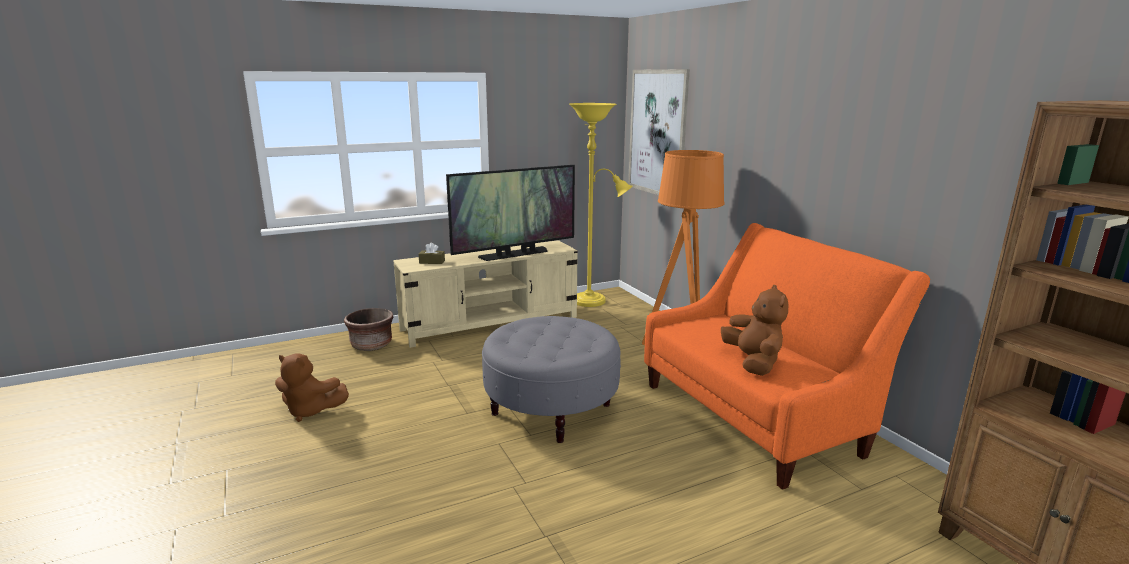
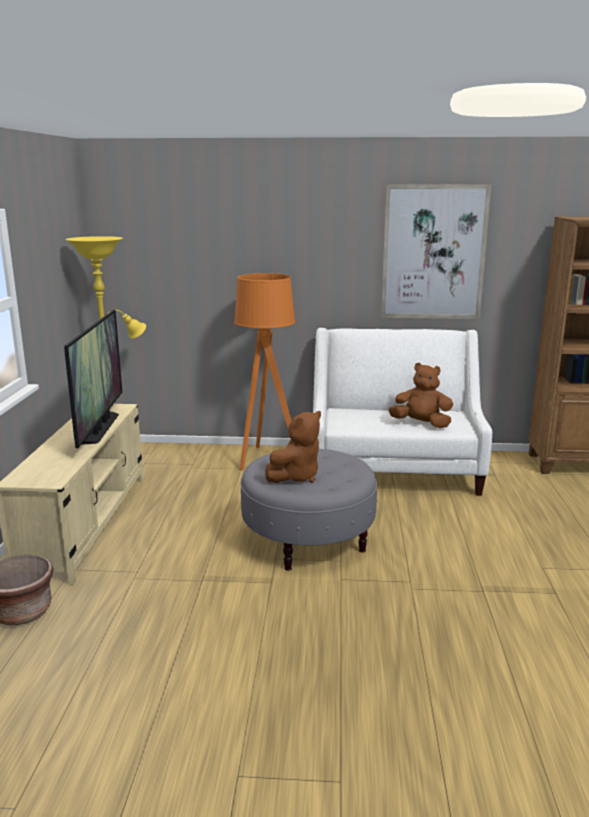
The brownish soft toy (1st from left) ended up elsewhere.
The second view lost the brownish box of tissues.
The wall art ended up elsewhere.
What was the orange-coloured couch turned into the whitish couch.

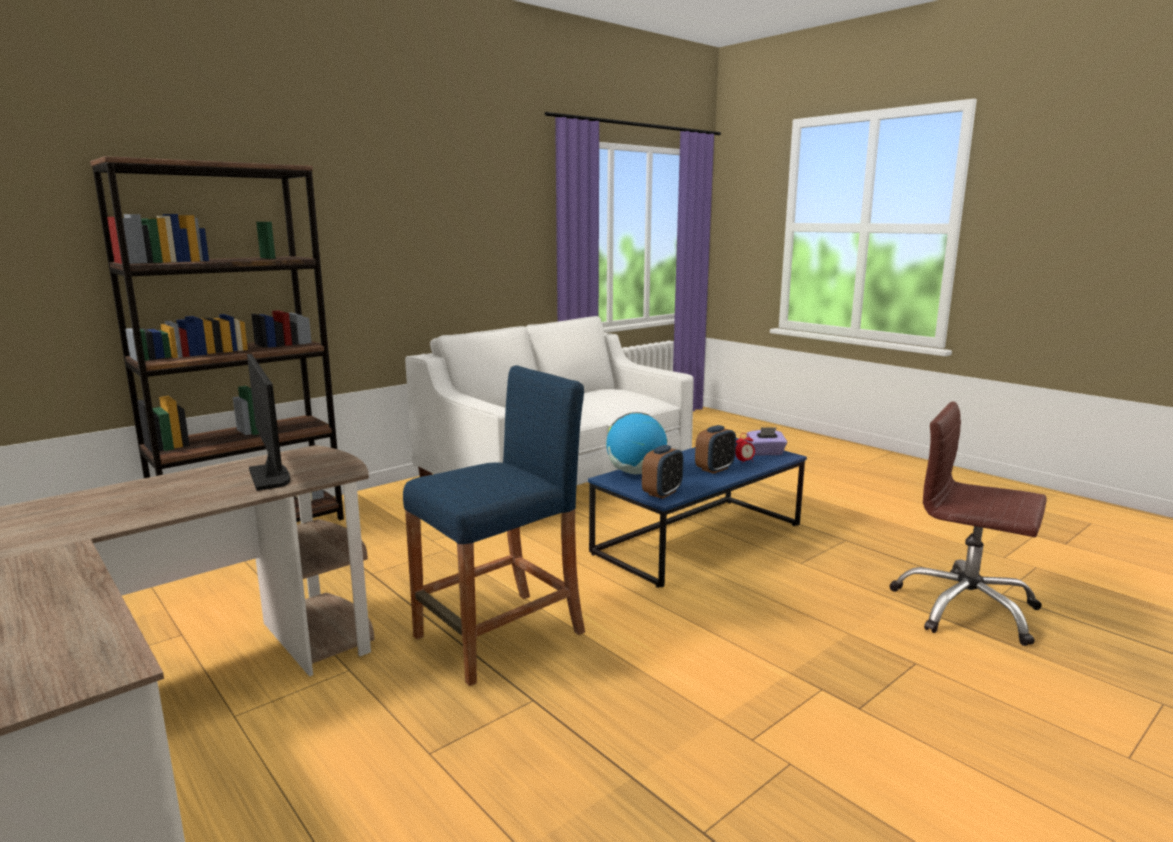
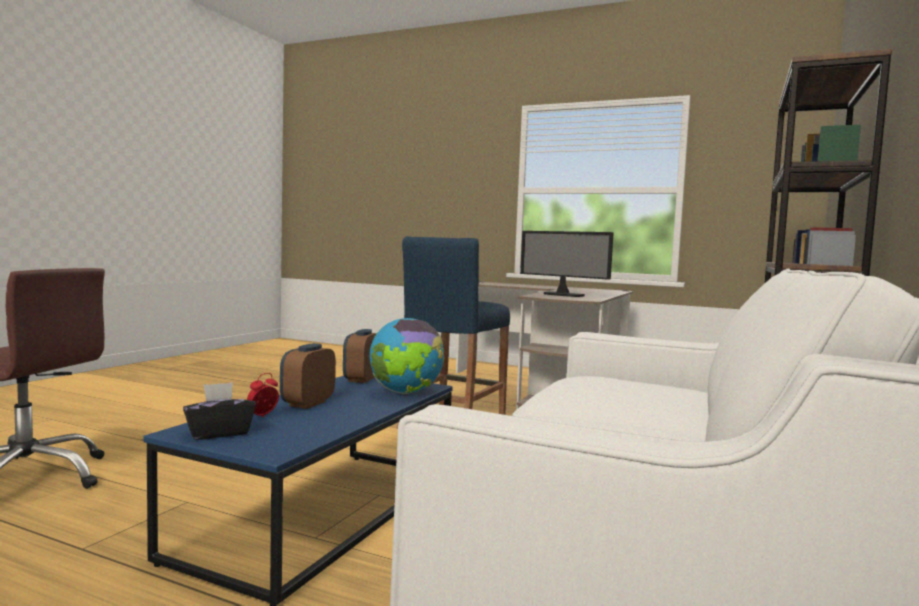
What was the purple box of tissues turned into the blackish box of tissues.

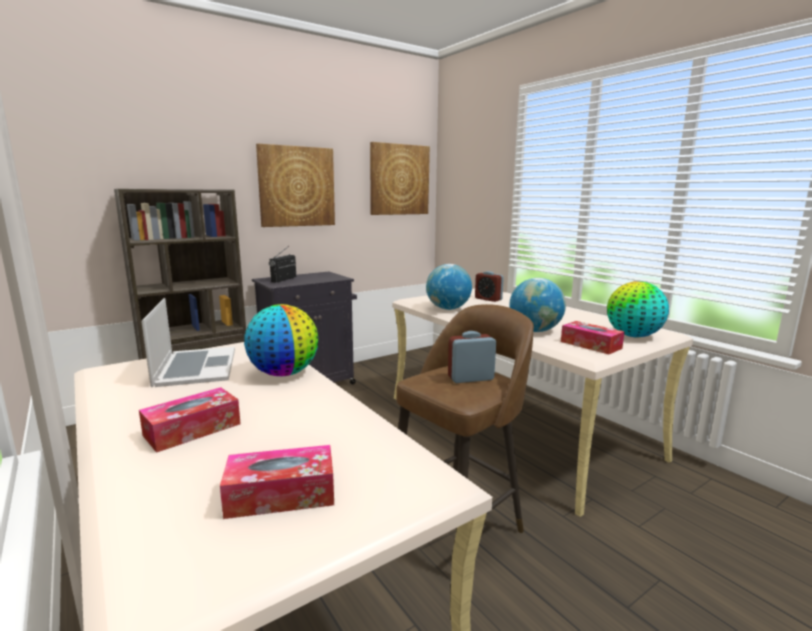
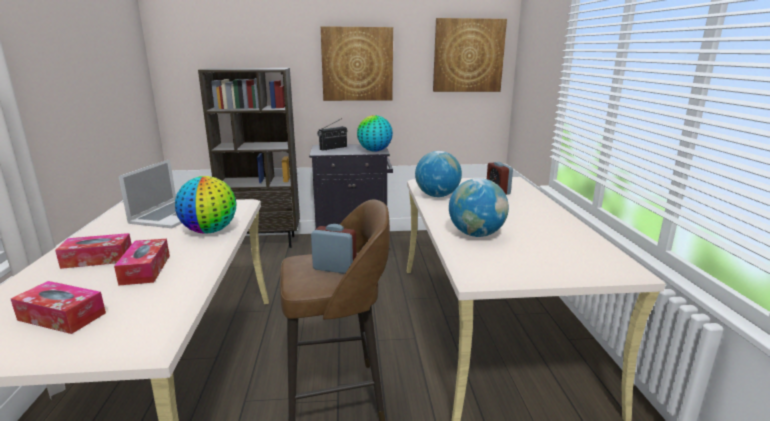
The box of tissues (3rd from left) ended up elsewhere.
The globe (4th from left in the first image) ended up elsewhere.

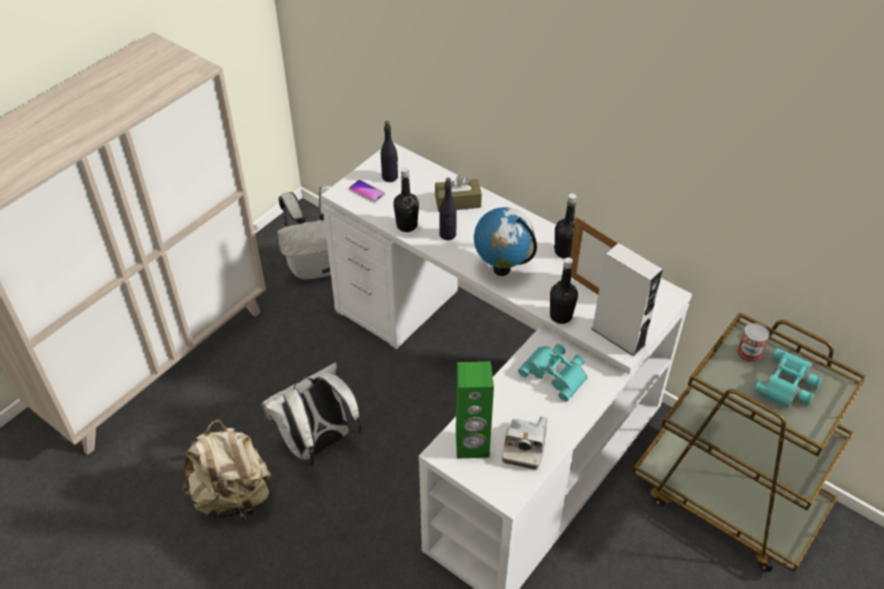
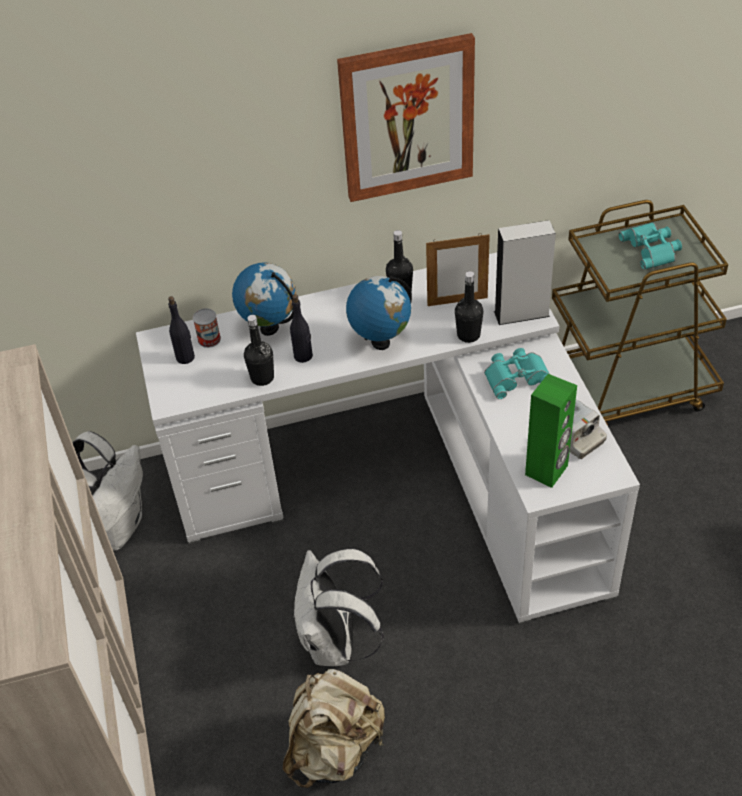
The second view lost the phone.
Where the brownish box of tissues stood, the globe (1st from left) came to stand.
The can ended up elsewhere.
The second view gained the wall art.

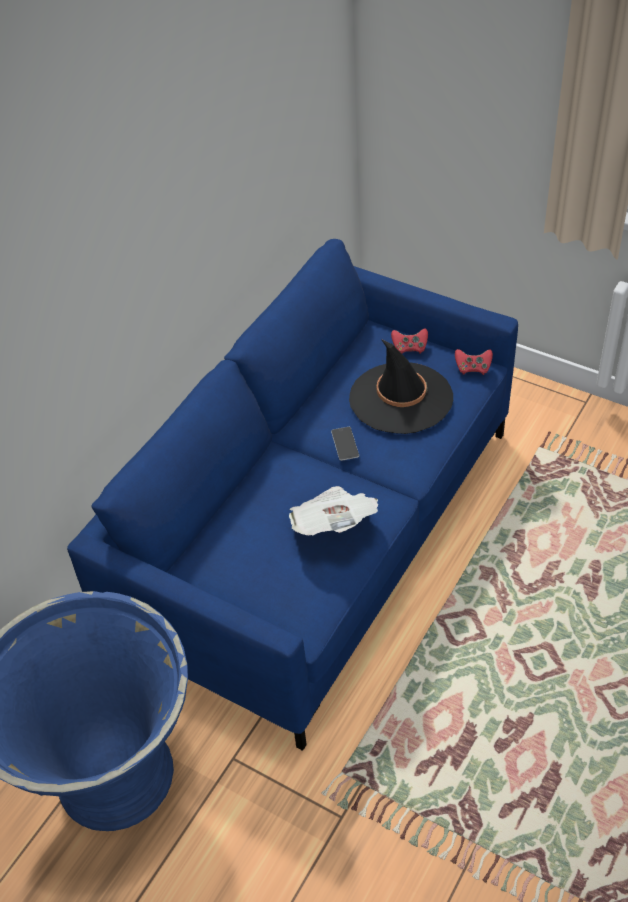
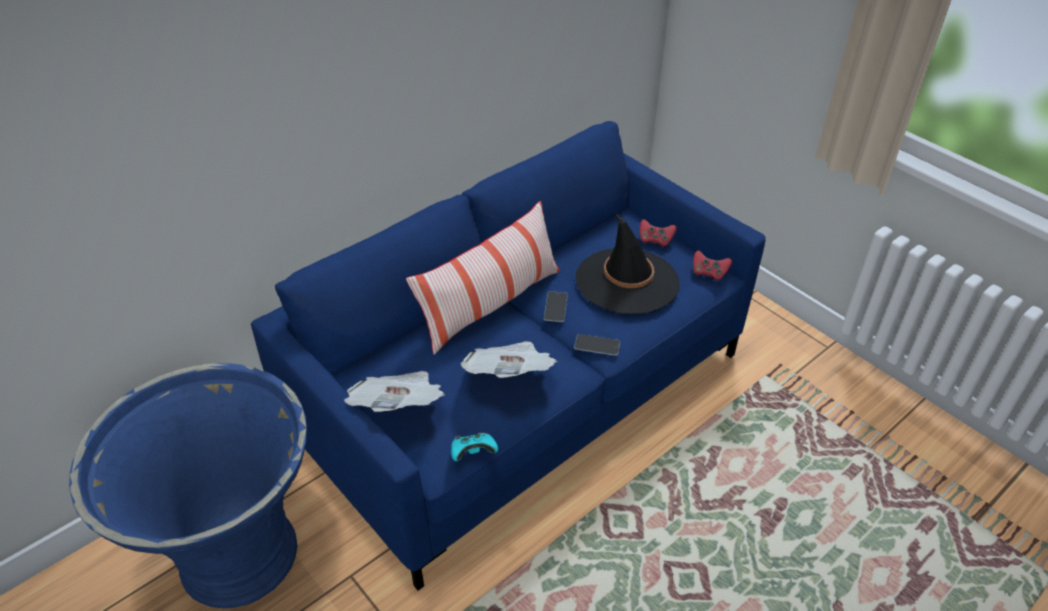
The second view gained the printed paper (1st from left).
The second view gained the pillow.
The second view gained the turquoise-coloured joypad.
The second view gained the phone (2nd from left).

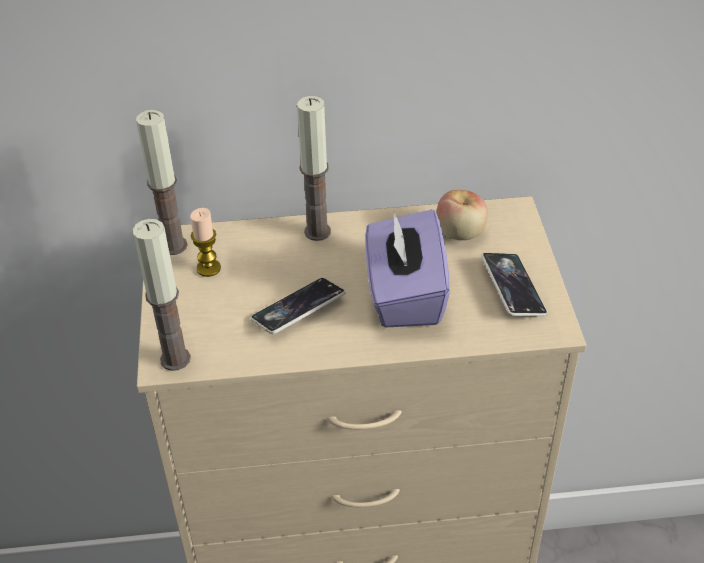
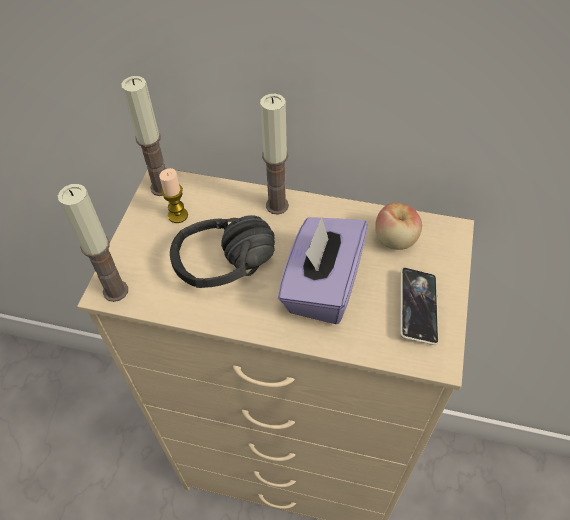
Where the phone (1st from left) stood, the blackish headset came to stand.

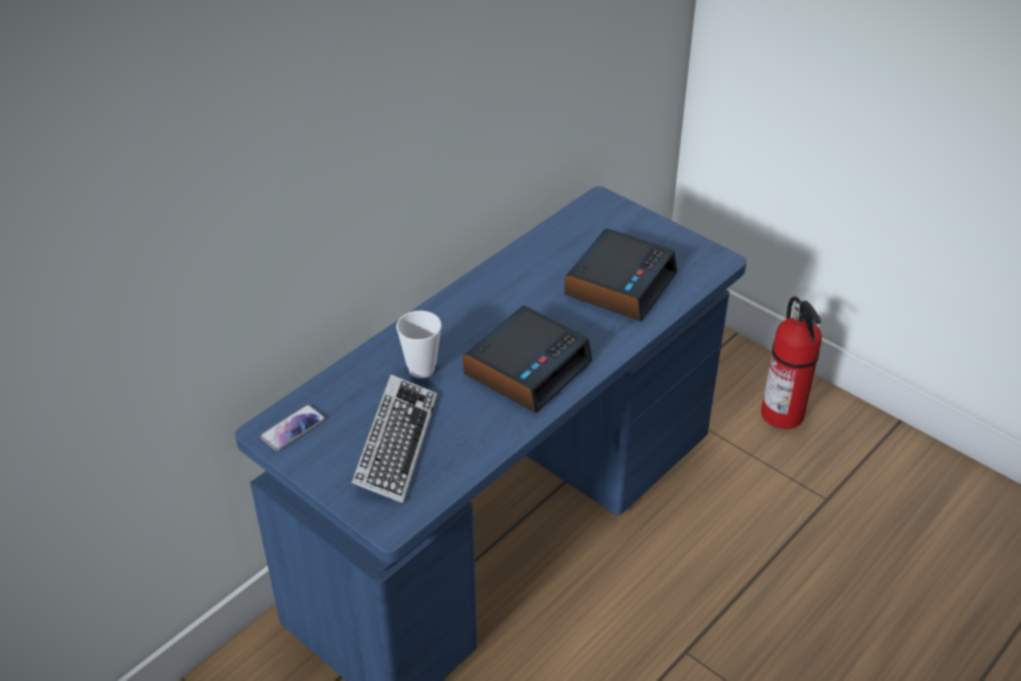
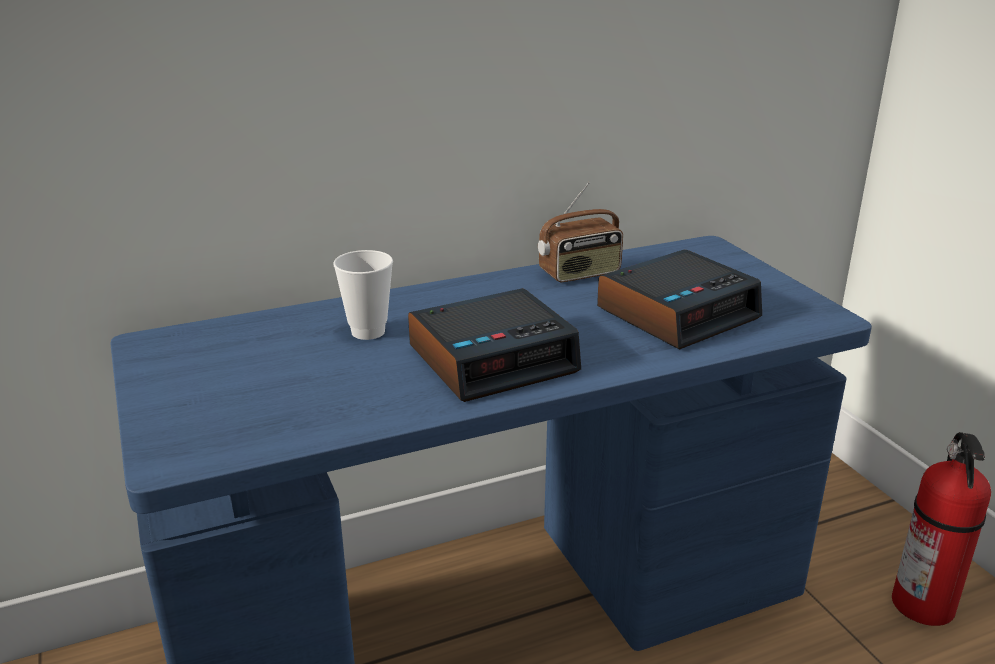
The second view lost the phone.
The second view lost the PC keyboard.
The second view gained the radio.

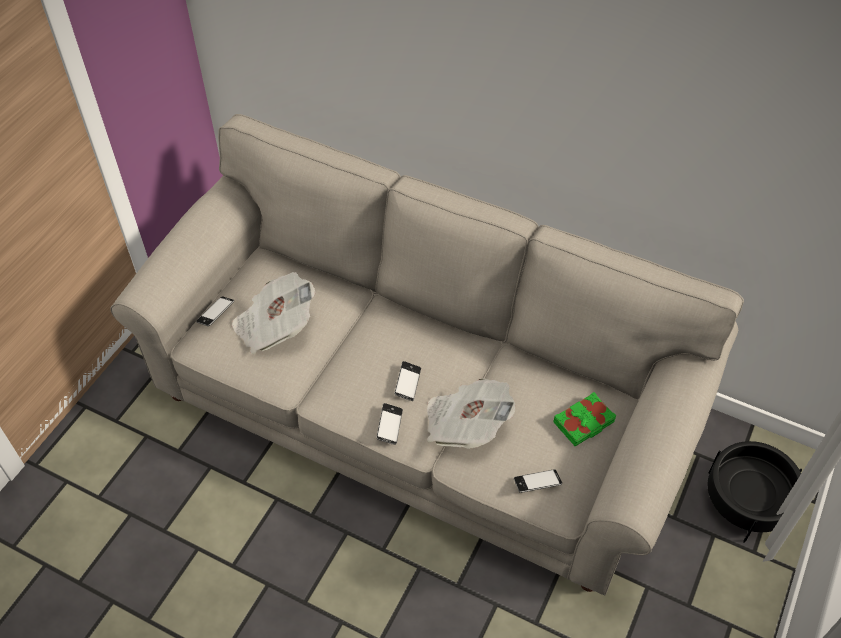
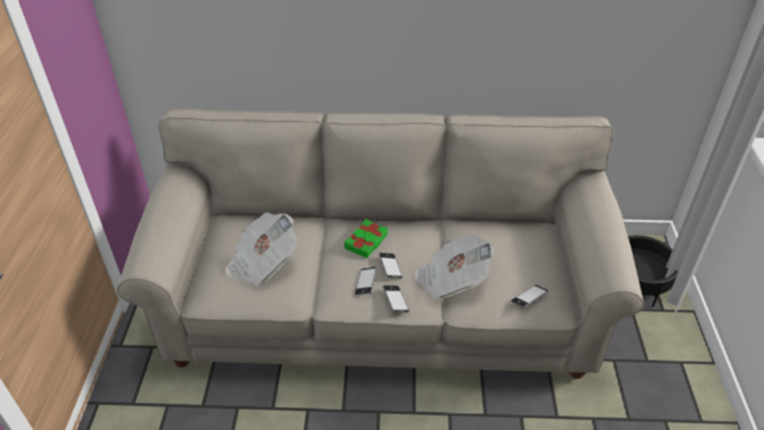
The phone (1st from left) ended up elsewhere.
The green bound book ended up elsewhere.

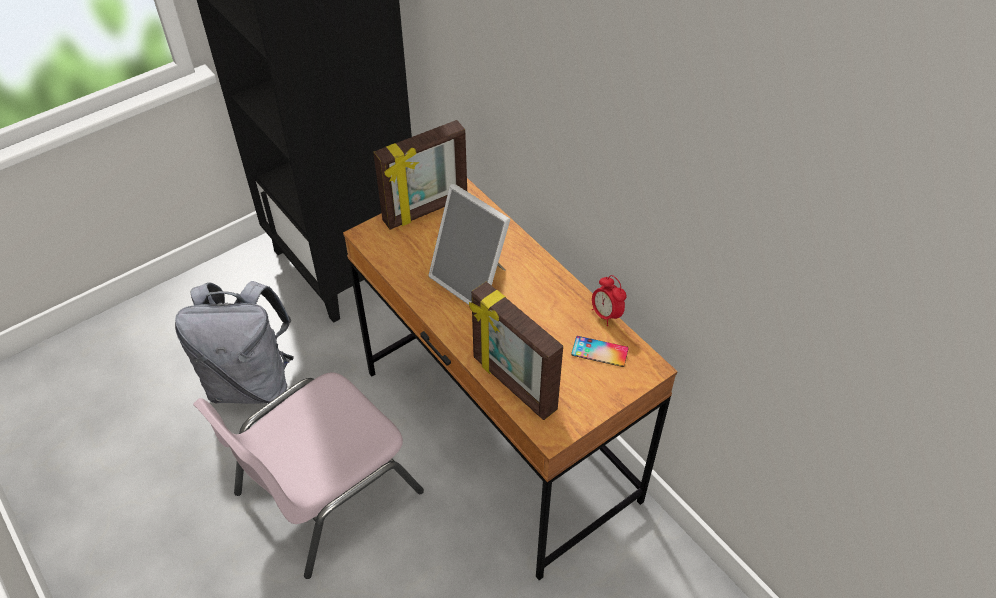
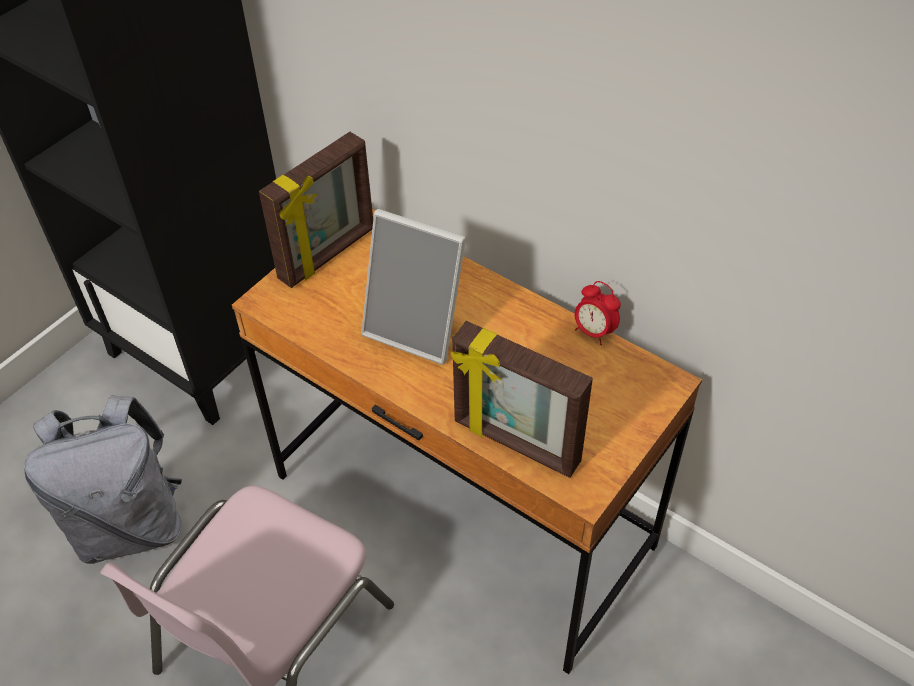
The second view lost the phone.

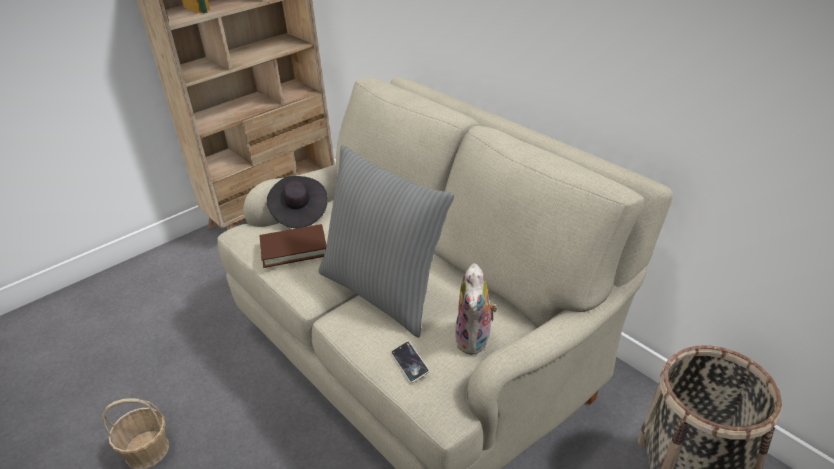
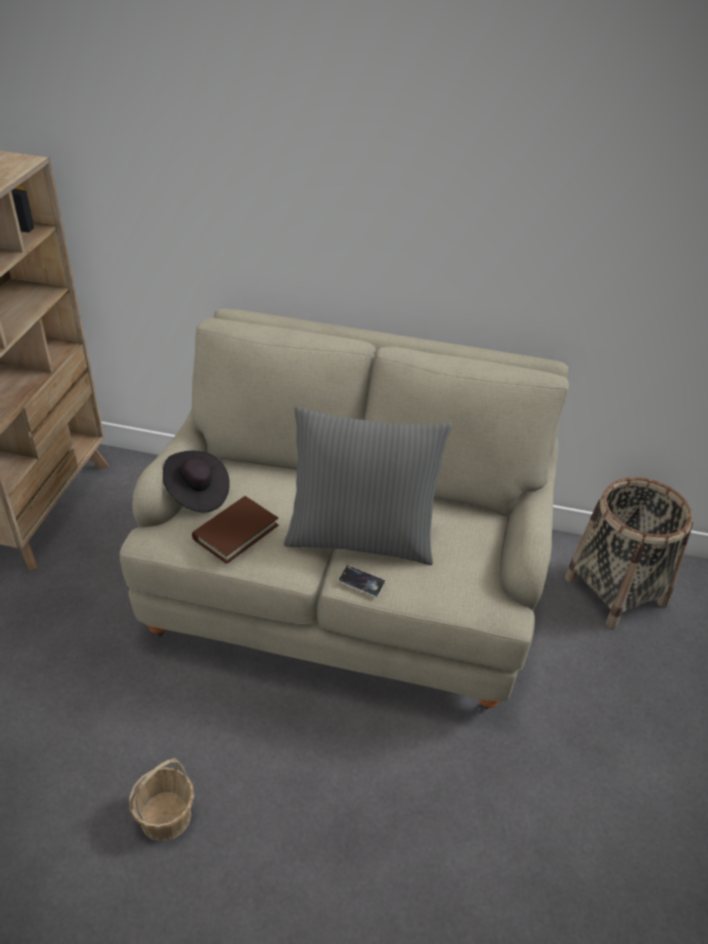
The phone ended up elsewhere.
The second view lost the soft toy.

